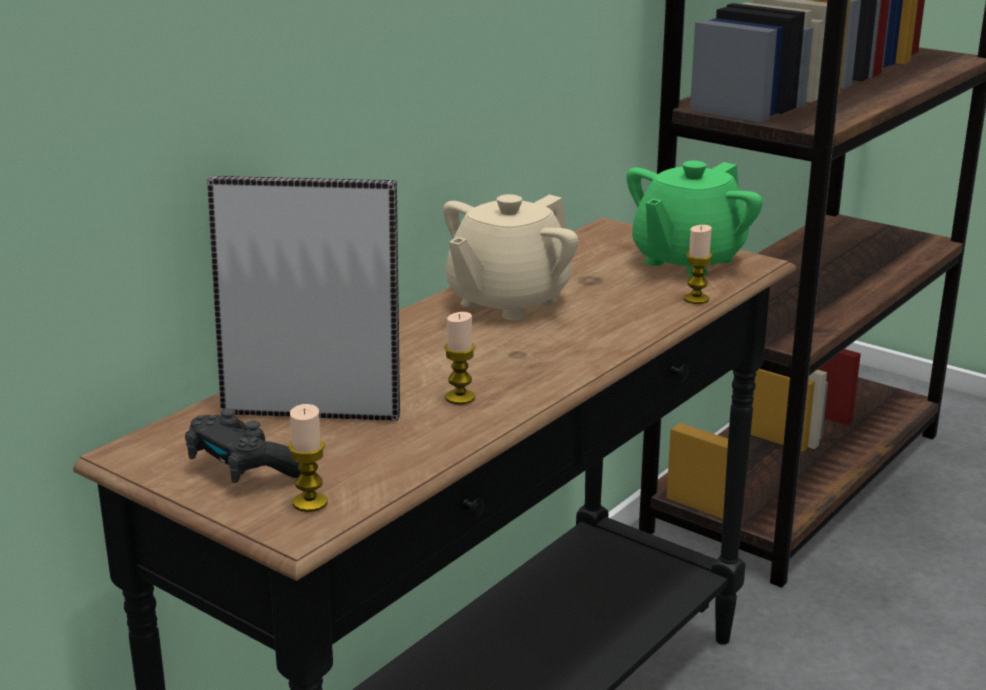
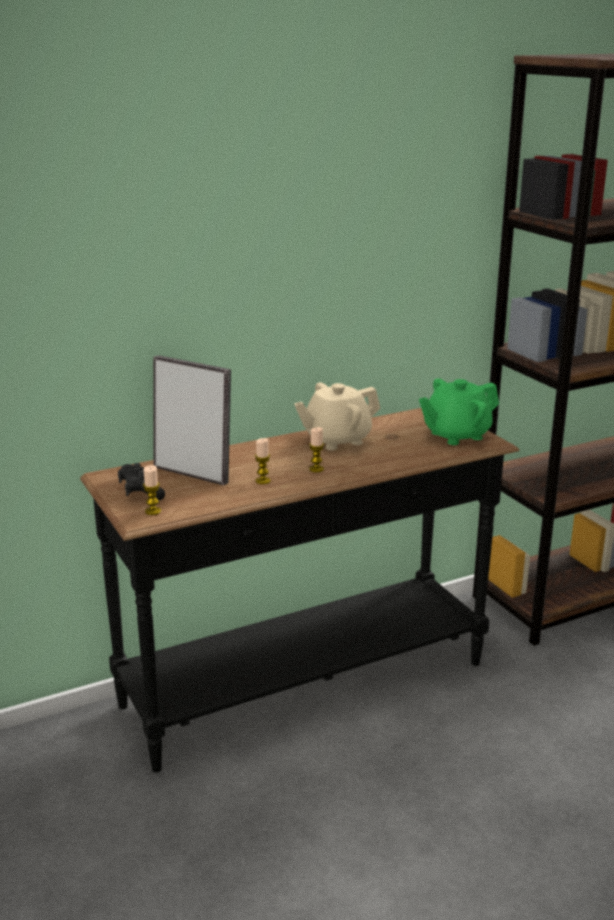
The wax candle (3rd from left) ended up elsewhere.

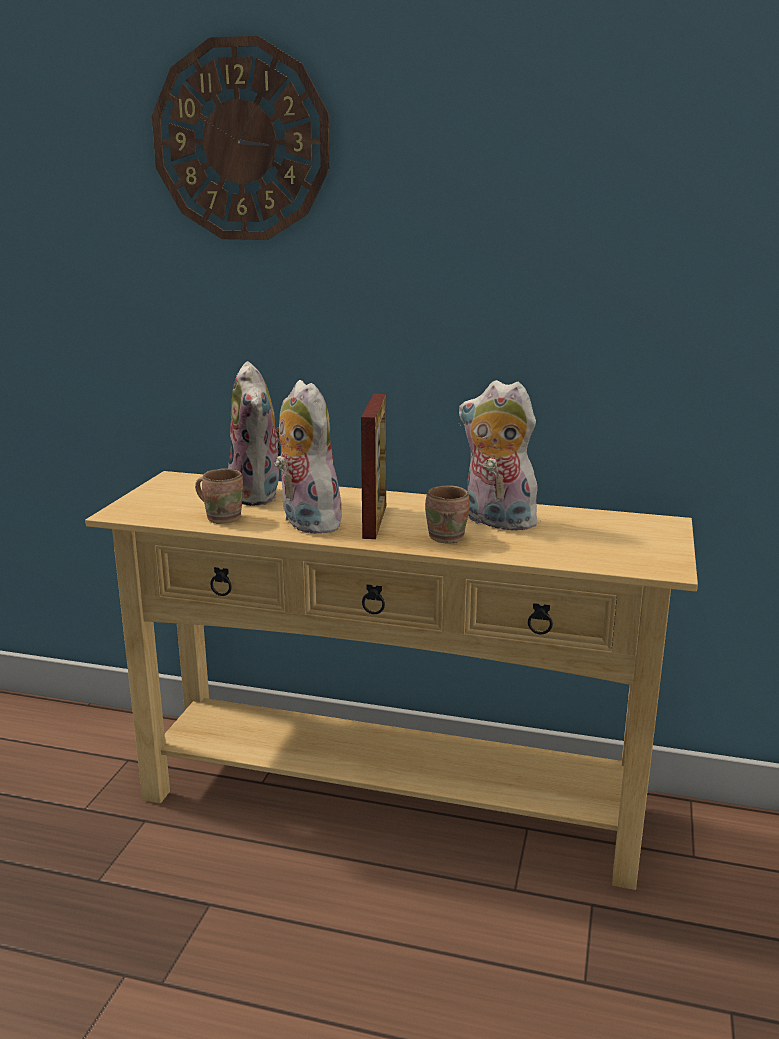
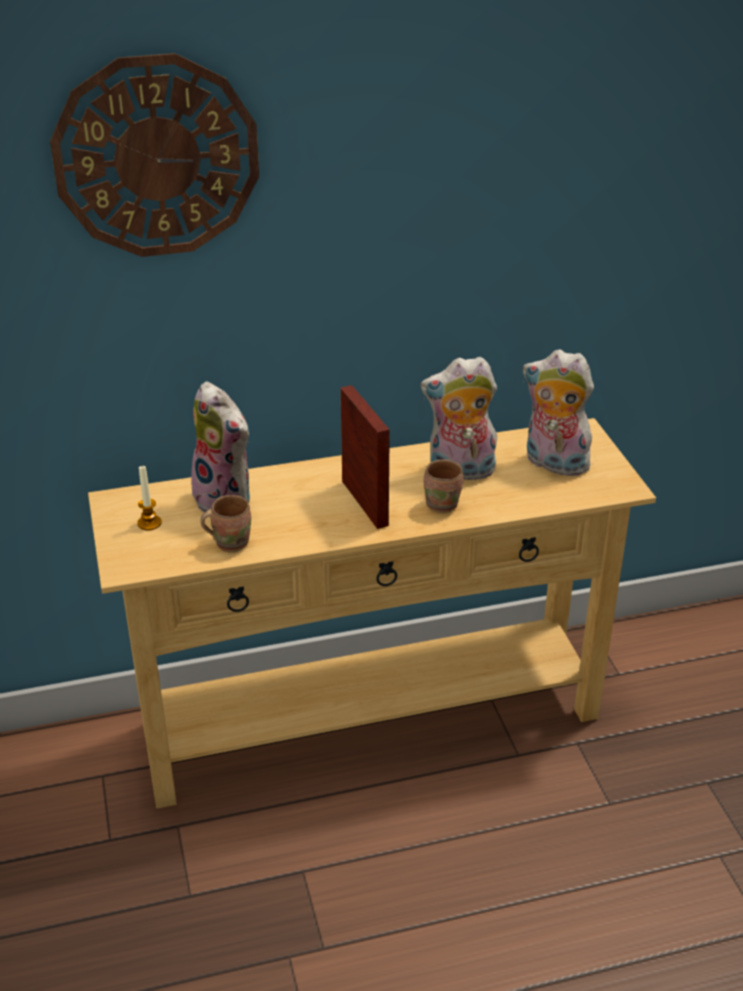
The soft toy (2nd from left in the first image) ended up elsewhere.
The second view gained the wax candle.

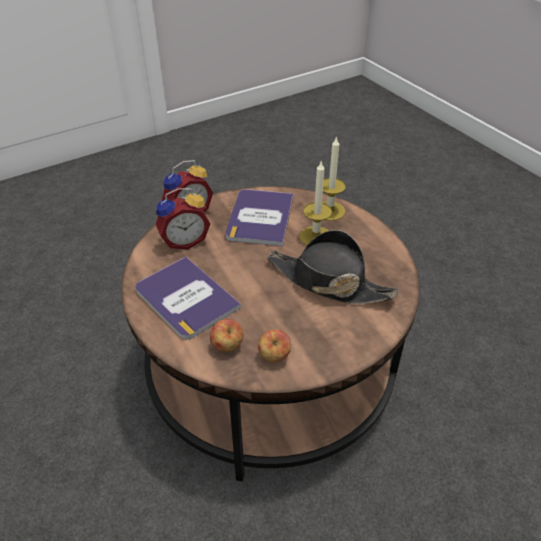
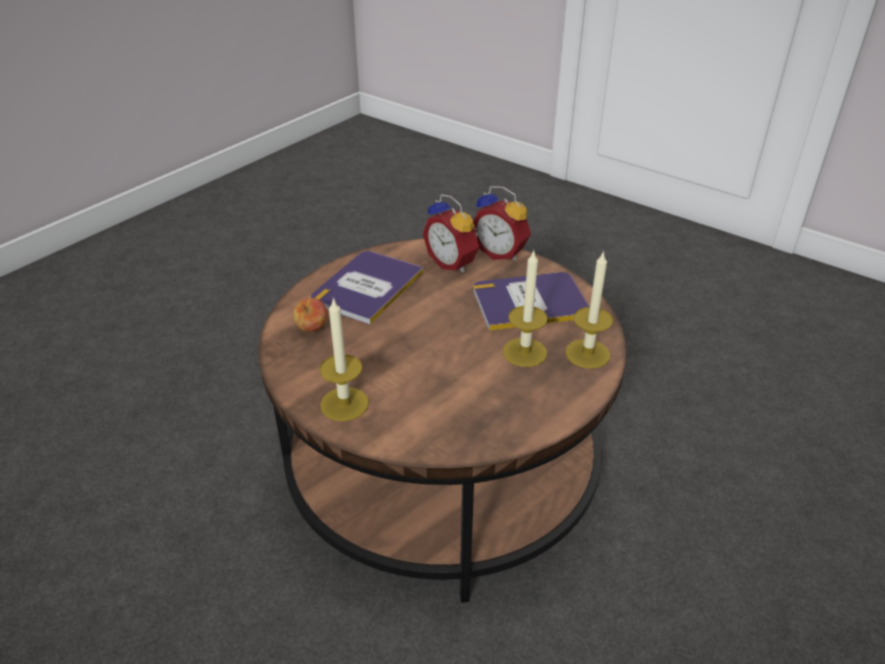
The second view lost the apple (2nd from left).
The second view lost the blackish hat.
The second view gained the wax candle (1st from left).

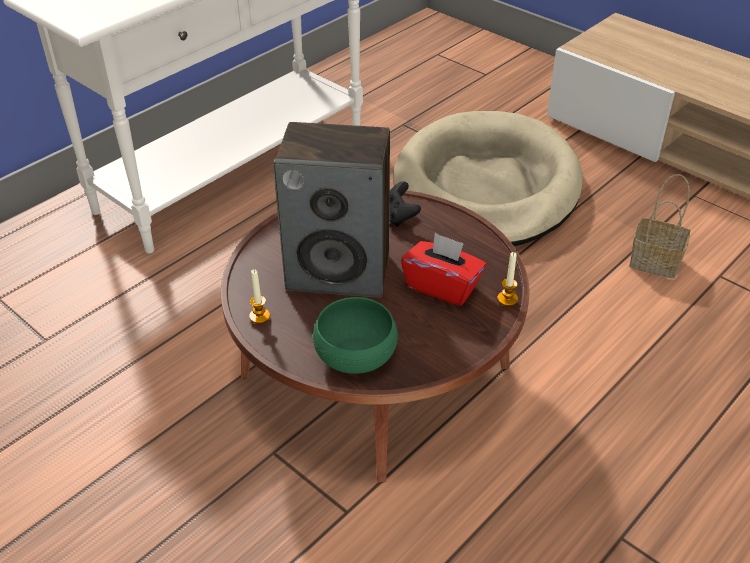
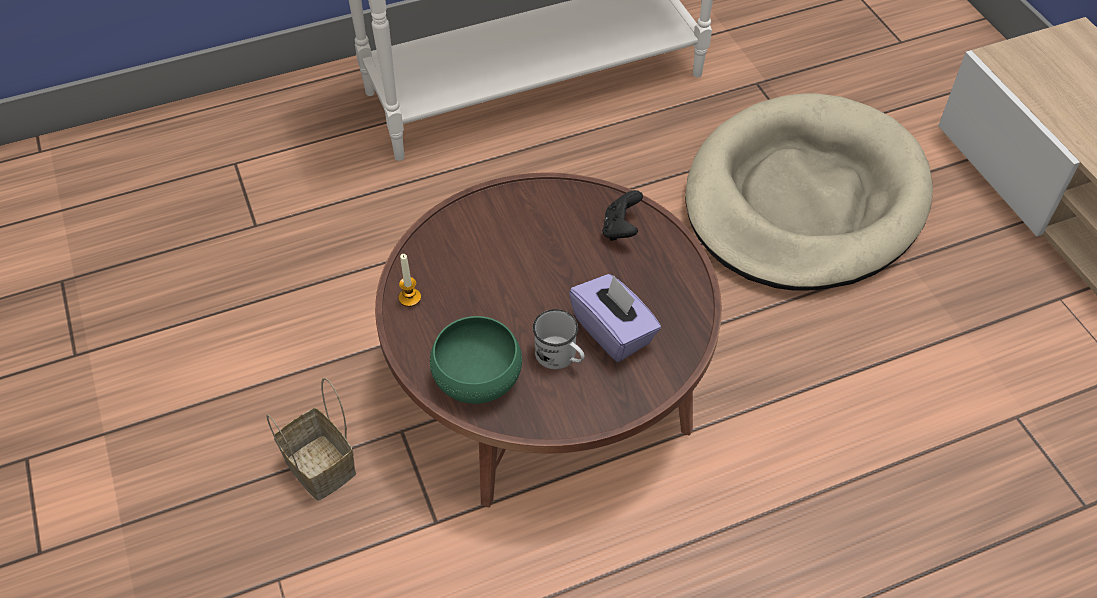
The second view lost the loudspeaker.
What was the red box of tissues turned into the purple box of tissues.
The second view lost the wax candle (2nd from left).
The basket ended up elsewhere.
The second view gained the whitish tea mug.

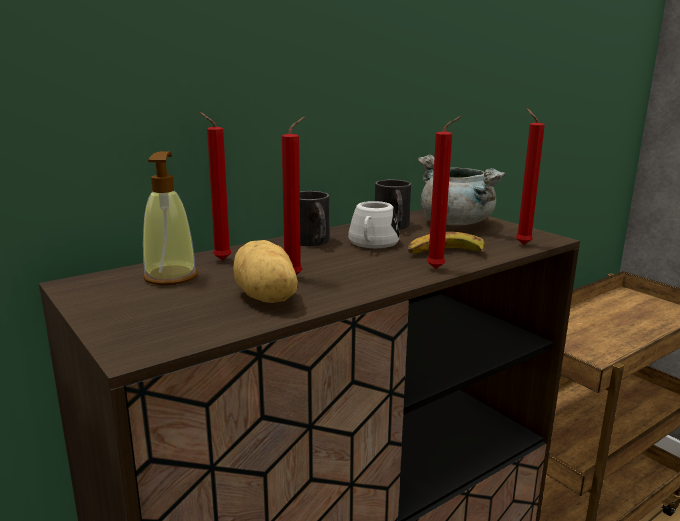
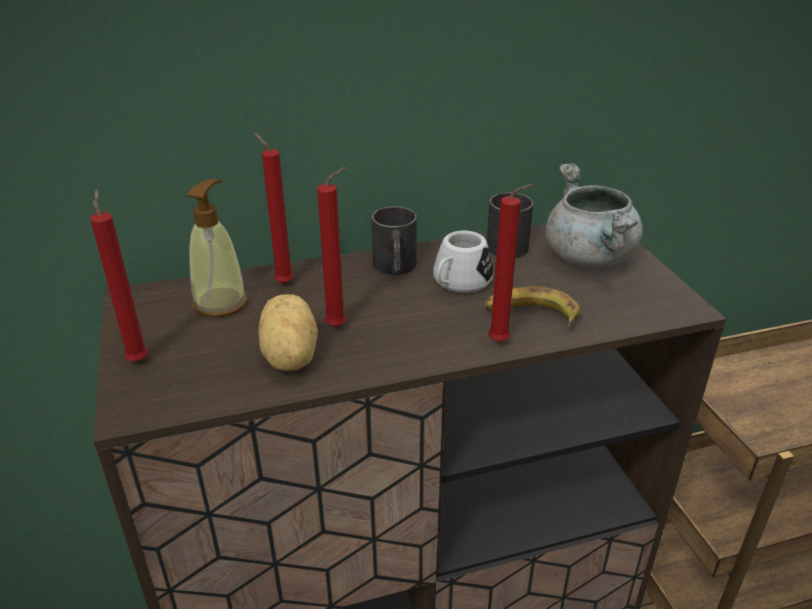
The red wax candle (4th from left in the first image) ended up elsewhere.

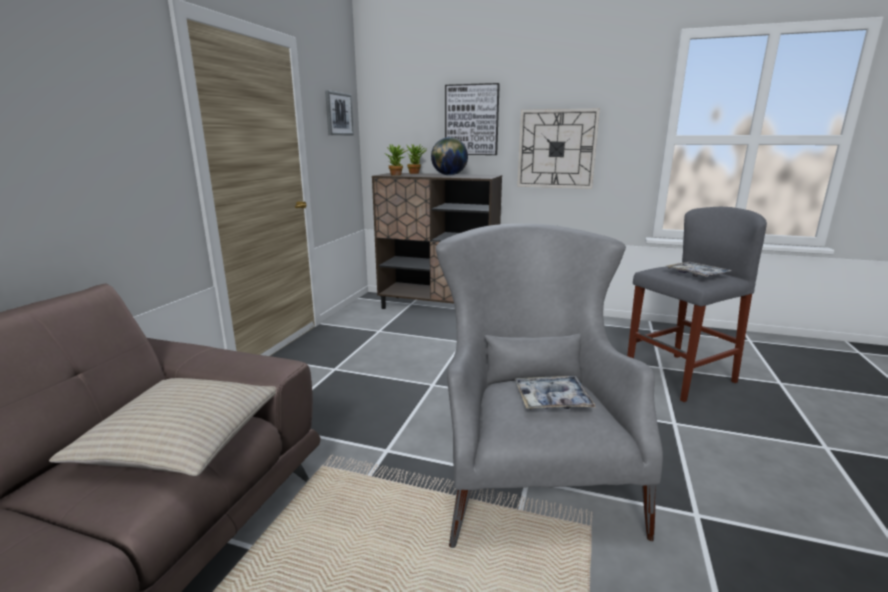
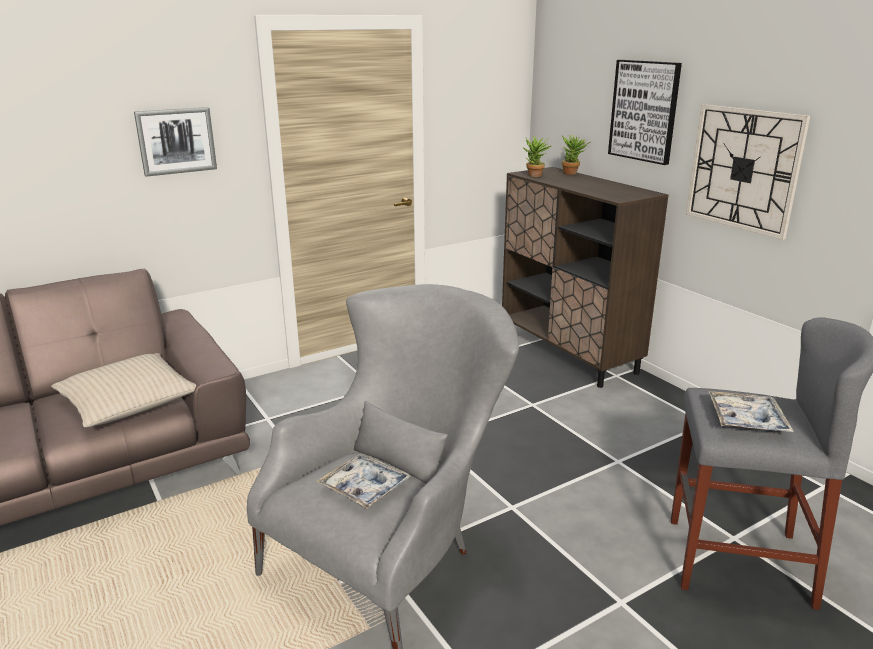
The wall art (1st from left) ended up elsewhere.
The second view lost the globe.

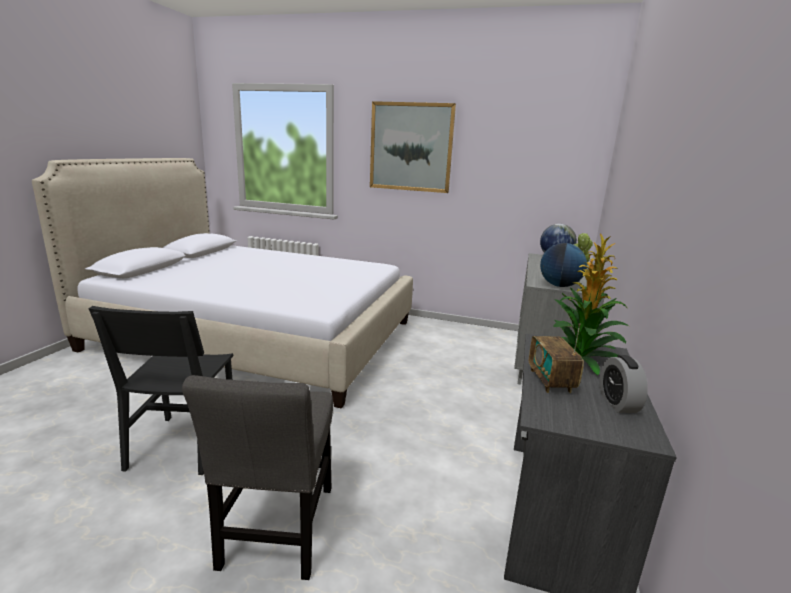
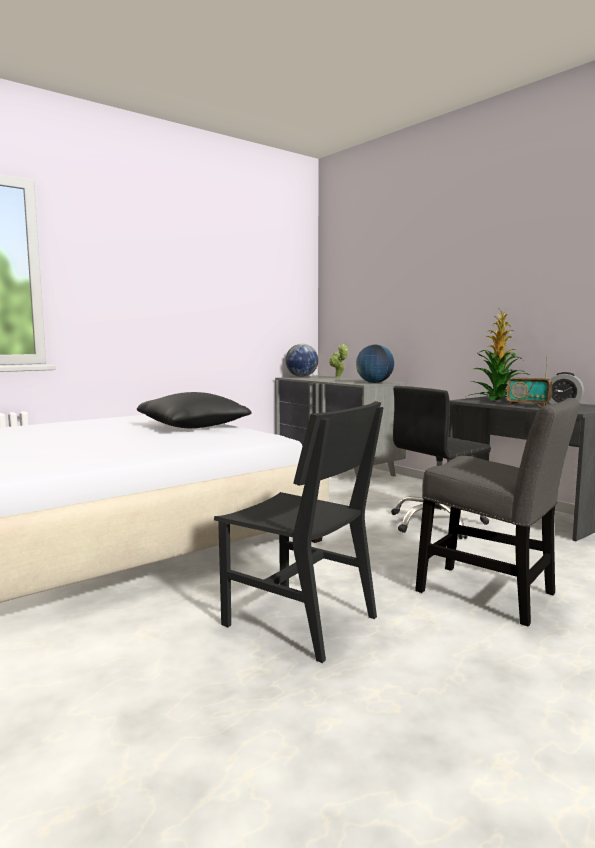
The second view lost the wall art.
The second view gained the blackish pillow.
The second view gained the blackish office chair.

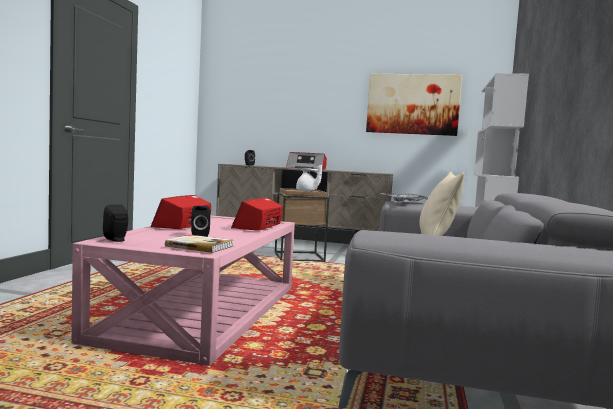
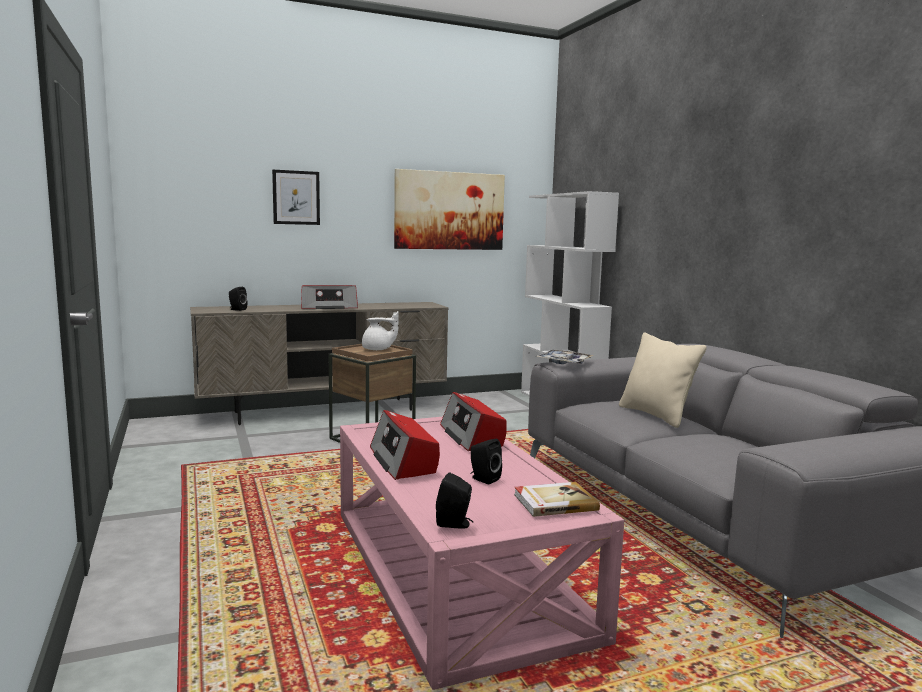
The second view gained the wall art (1st from left).

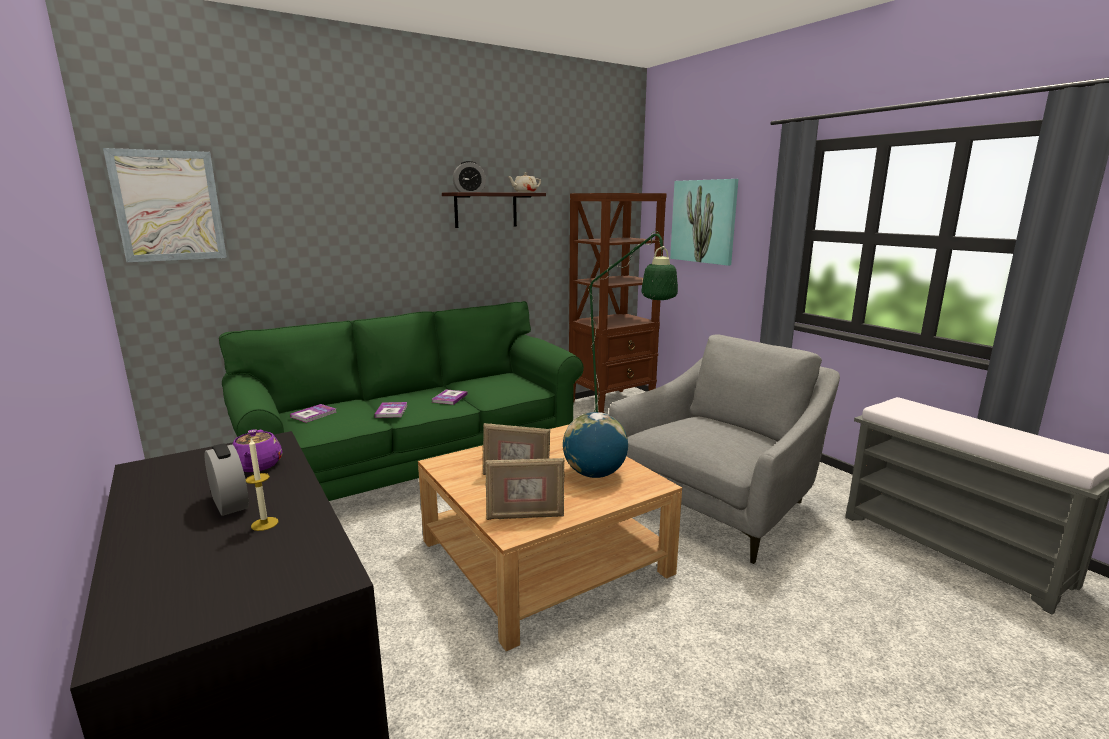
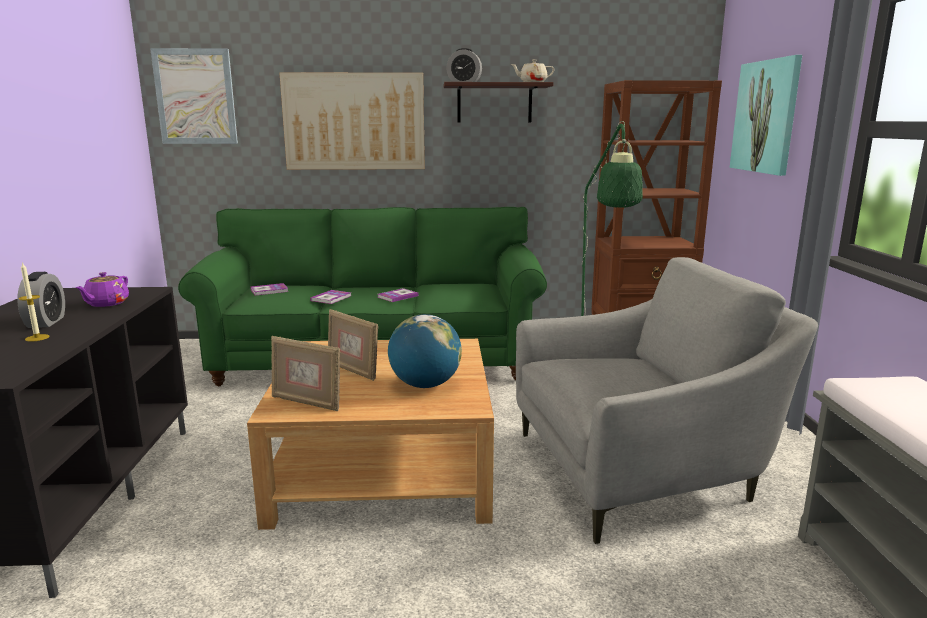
The second view gained the wall art (2nd from left).

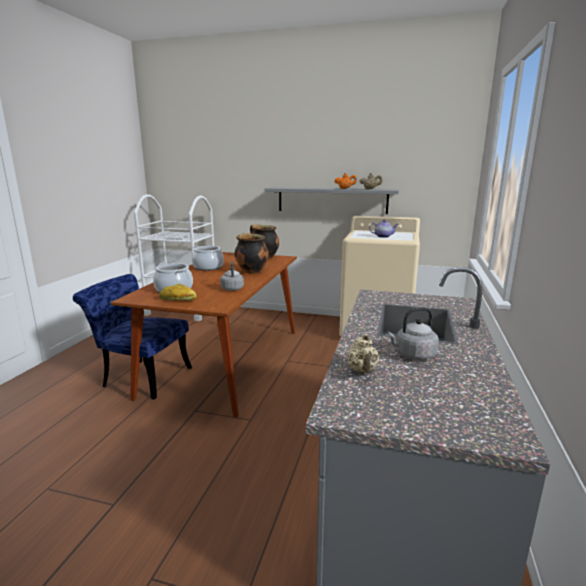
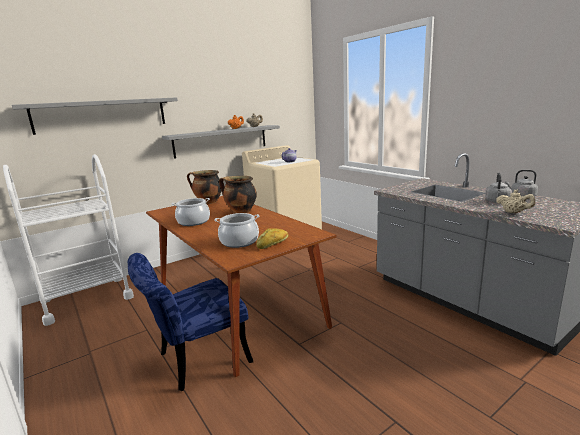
The gray water kettle (1st from left in the first image) ended up elsewhere.
The second view gained the gray bracket shelf (1st from left).

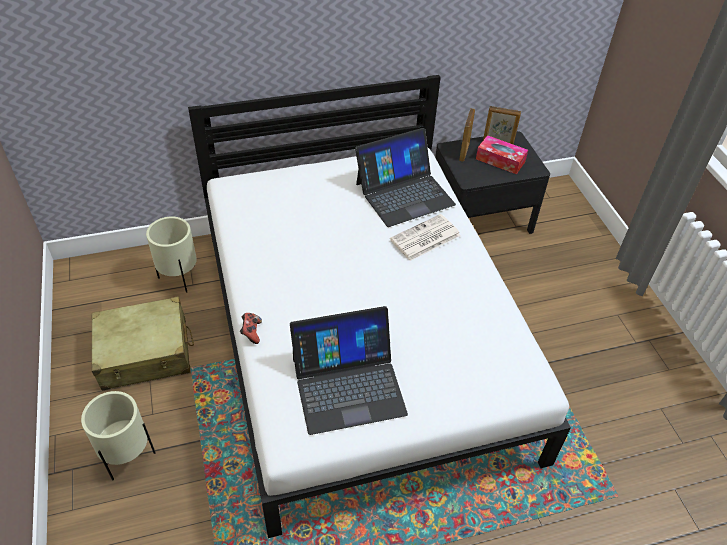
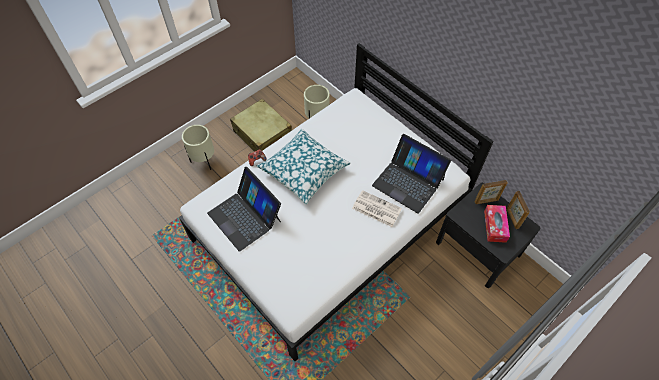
The second view gained the pillow.

